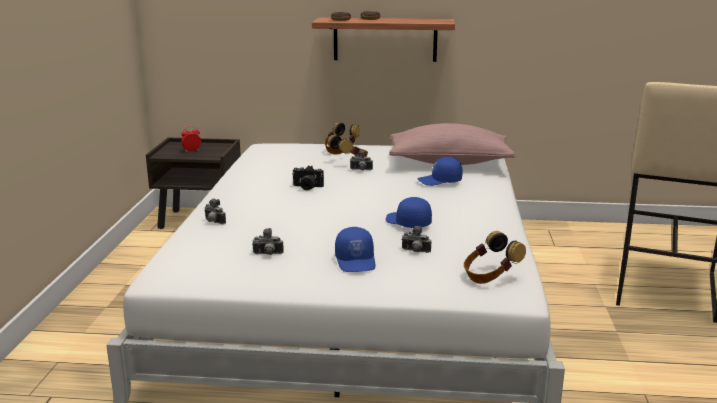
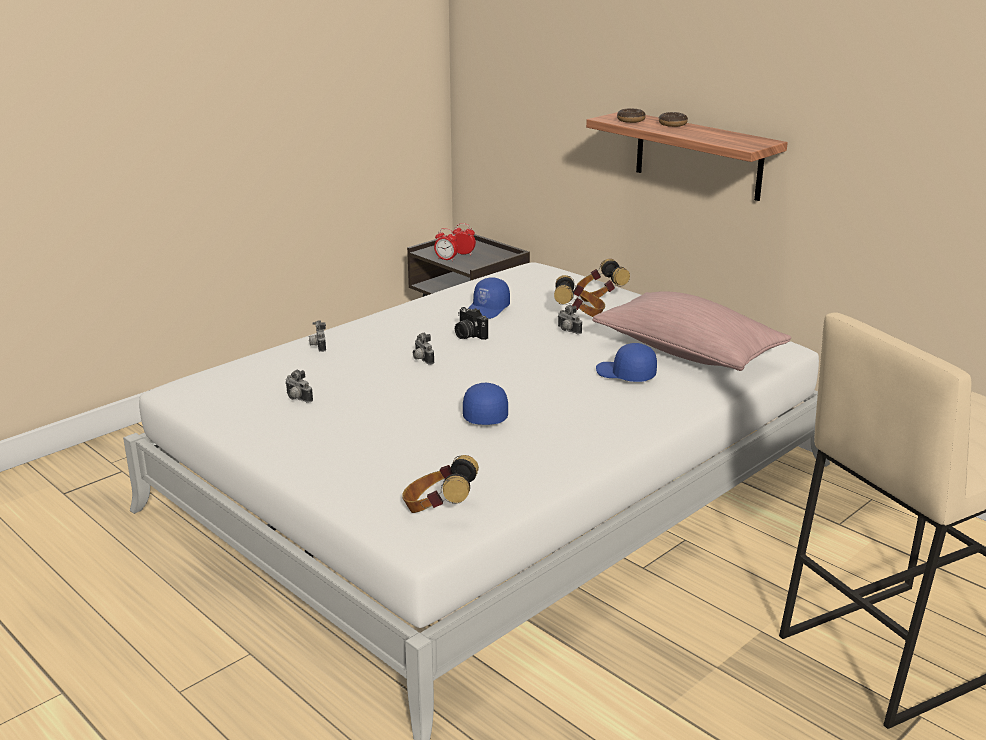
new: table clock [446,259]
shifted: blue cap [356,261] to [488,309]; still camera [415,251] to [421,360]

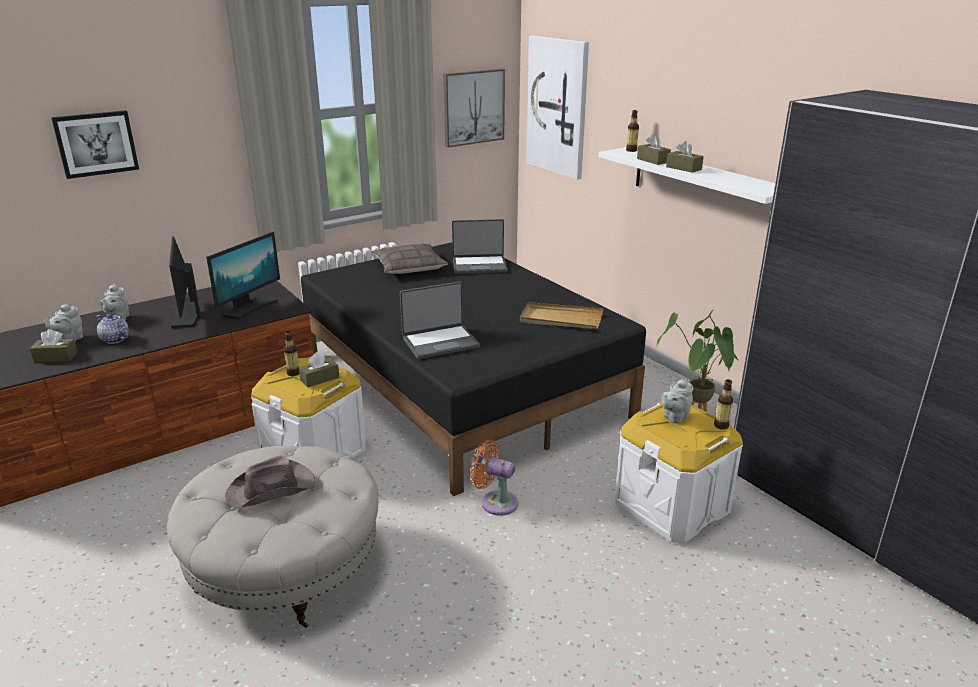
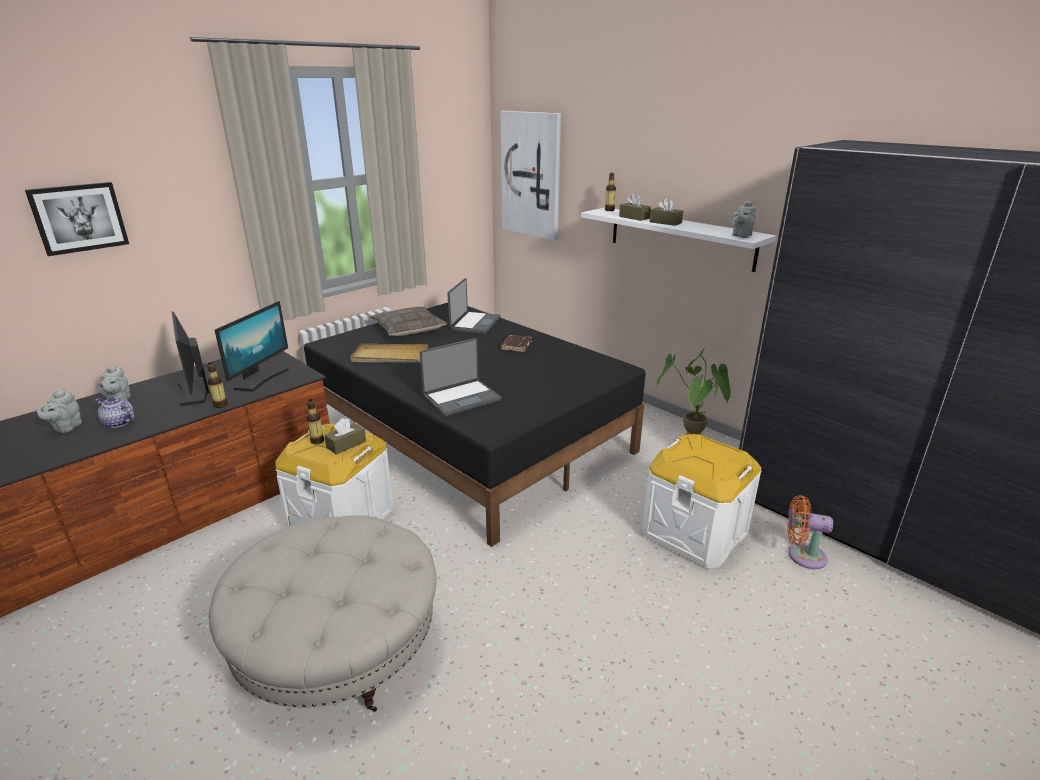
gone: brown tissue box [55,357]; brown hat [272,489]; wall art [473,107]
new: brown bound book [516,346]
shifted: orange-coloured fan [495,502] to [802,555]; beige carrying tray [561,319] to [389,356]; greyish tea pot [674,417] to [741,236]; bottle [721,426] to [220,405]
rotated: laptop [479,265] = [474,323] 60 degrees counterclockwise

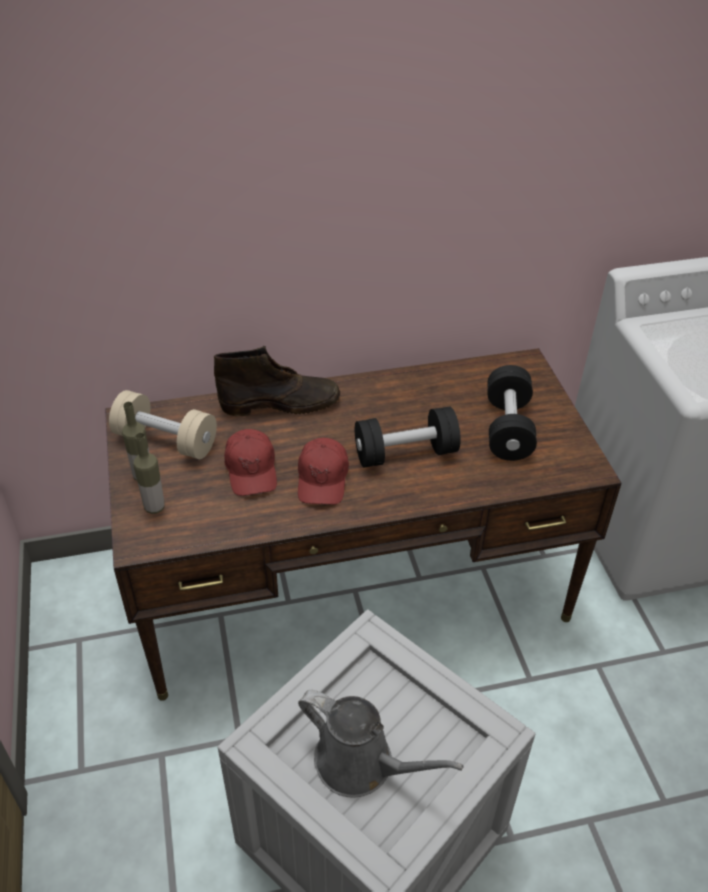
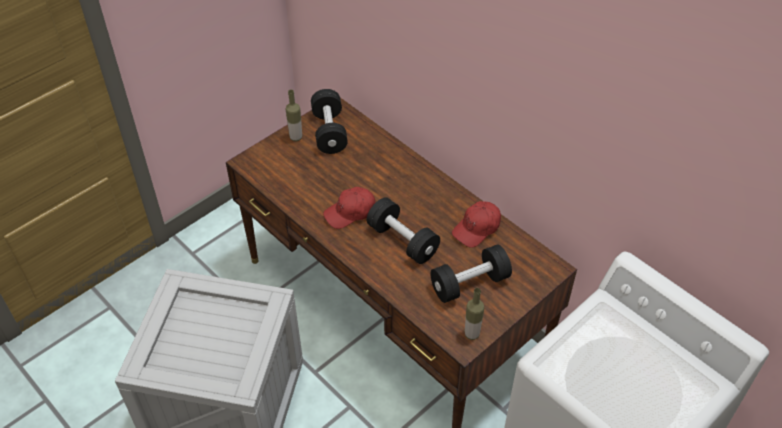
gone: brown high-top boot [281,403]; greyish watering pot [361,764]
shifted: bottle [154,507] to [472,334]; red-coloured cap [251,469] to [477,228]
repainted: beige dumbbell [166,441] to black dumbbell [329,132]

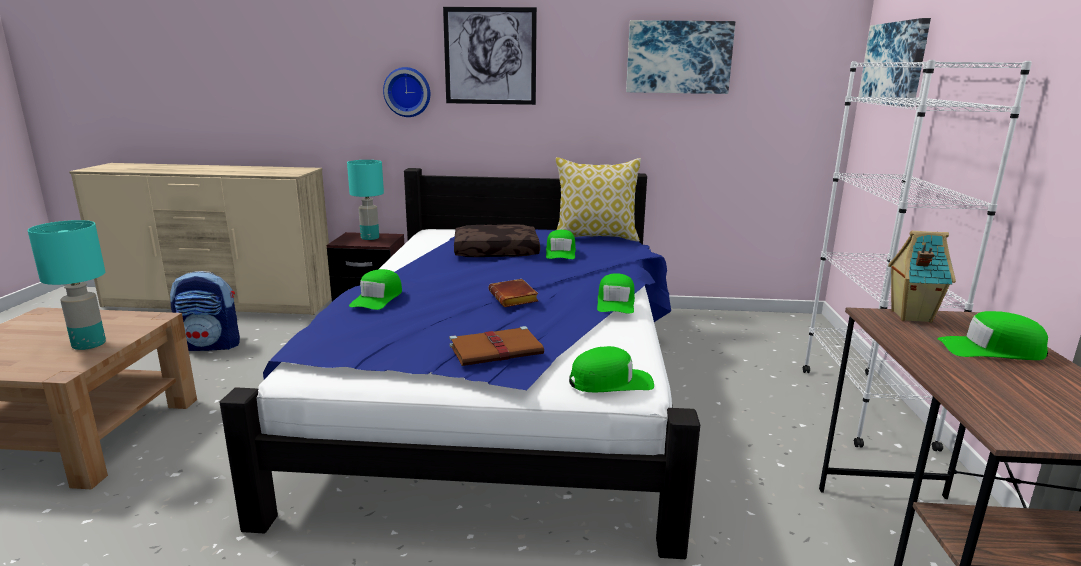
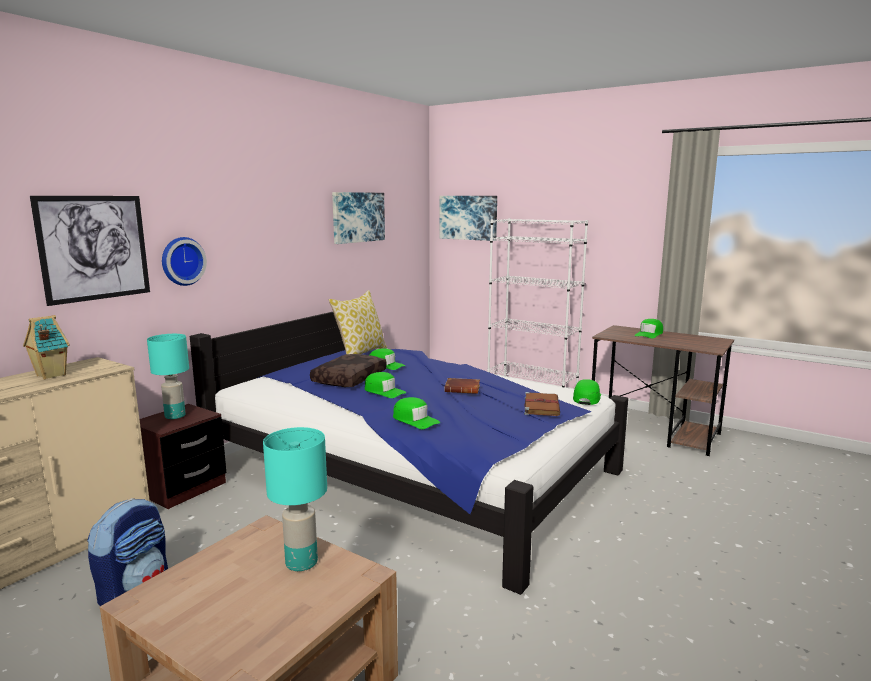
shifted: wall art [490,56] to [94,248]; green-coloured cap [616,302] to [384,391]; toy house [909,316] to [50,375]

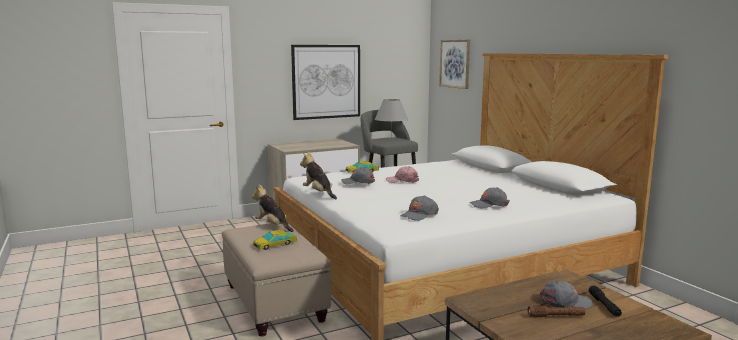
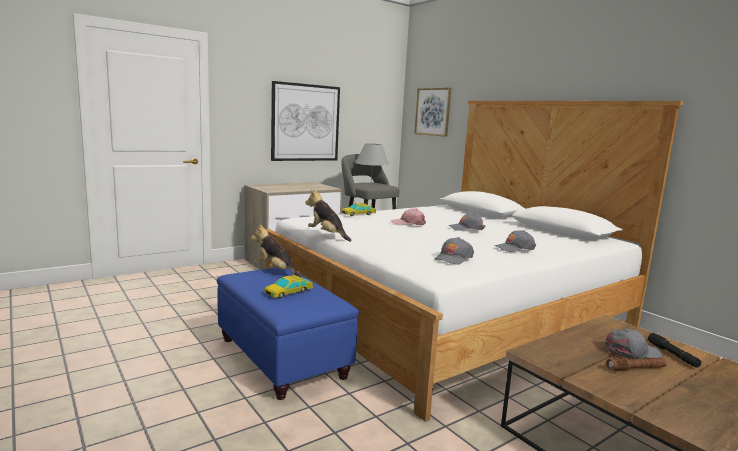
shifted: greyish cap [358,182] to [466,228]
repainted: beige footrest [274,303] to blue footrest [282,358]

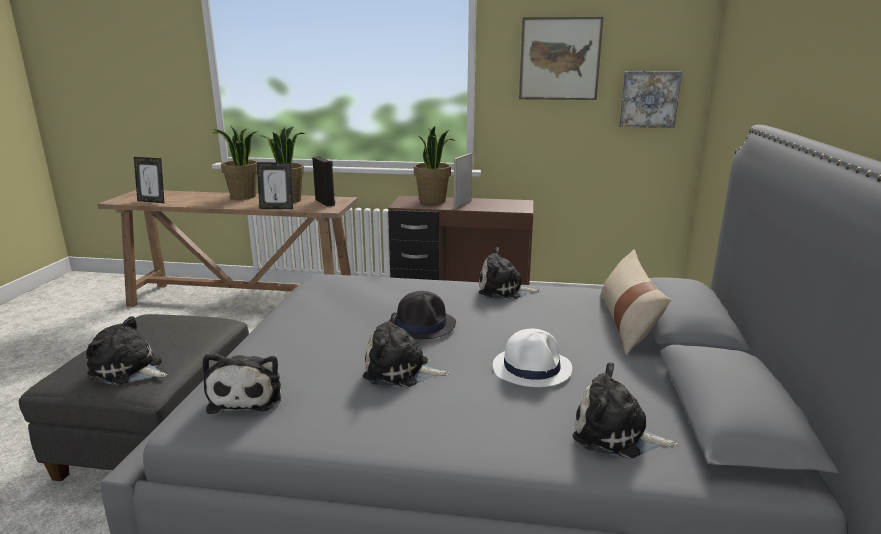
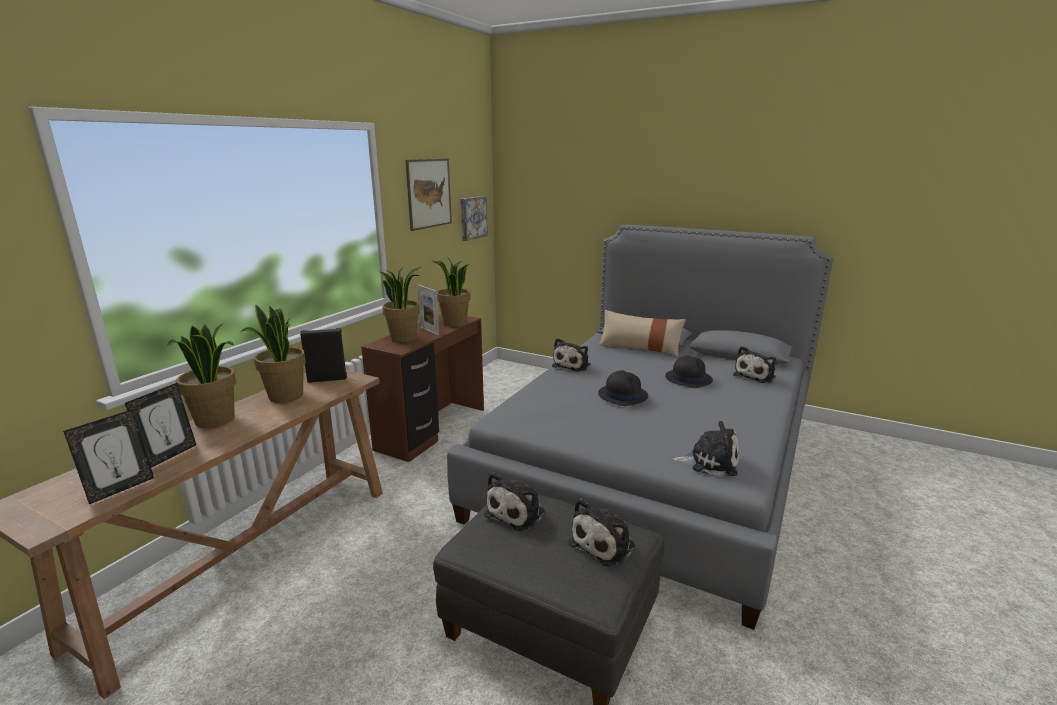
new: houseplant [454,323]
shifted: photo frame [277,208] to [170,455]; cuddly toy [401,371] to [517,512]
repainted: whitish hat [532,368] to black hat [688,378]

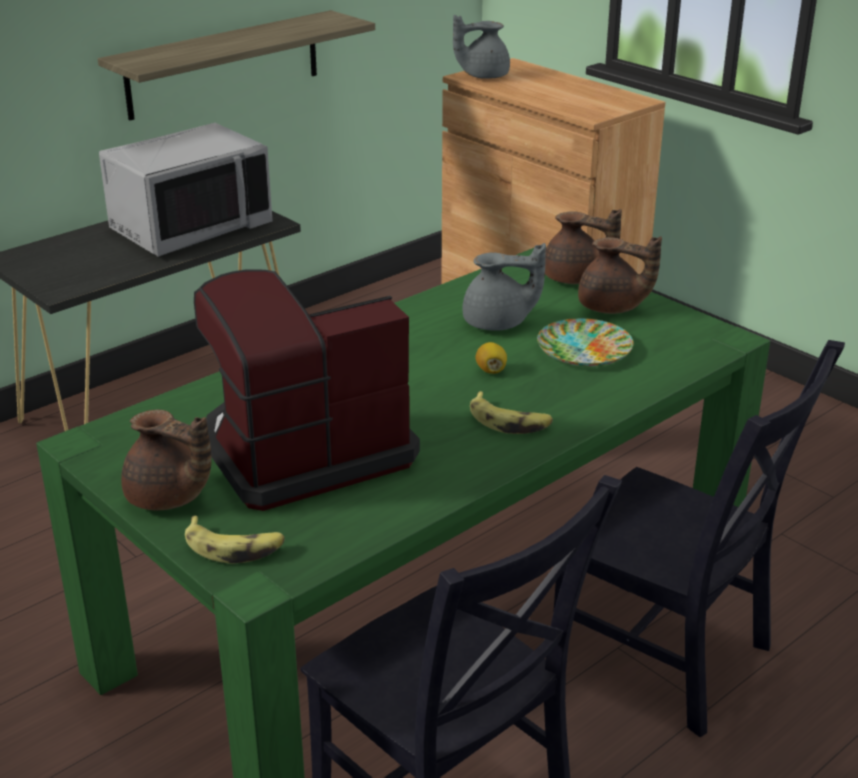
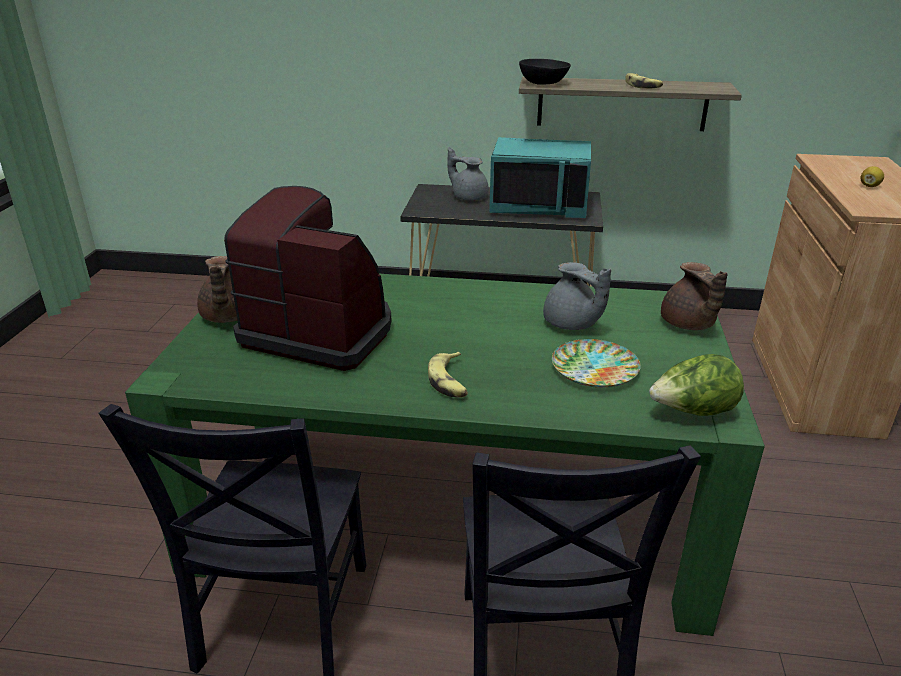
gone: brown tea pot [612,308]
new: black deep dish [543,83]; lettuce head [692,412]
shifted: whole banana [234,547] to [642,85]; greyish tea pot [483,75] to [469,197]; citrus fruit [491,370] to [869,186]
repainted: greyish microwave [190,227] to turquoise microwave [539,206]

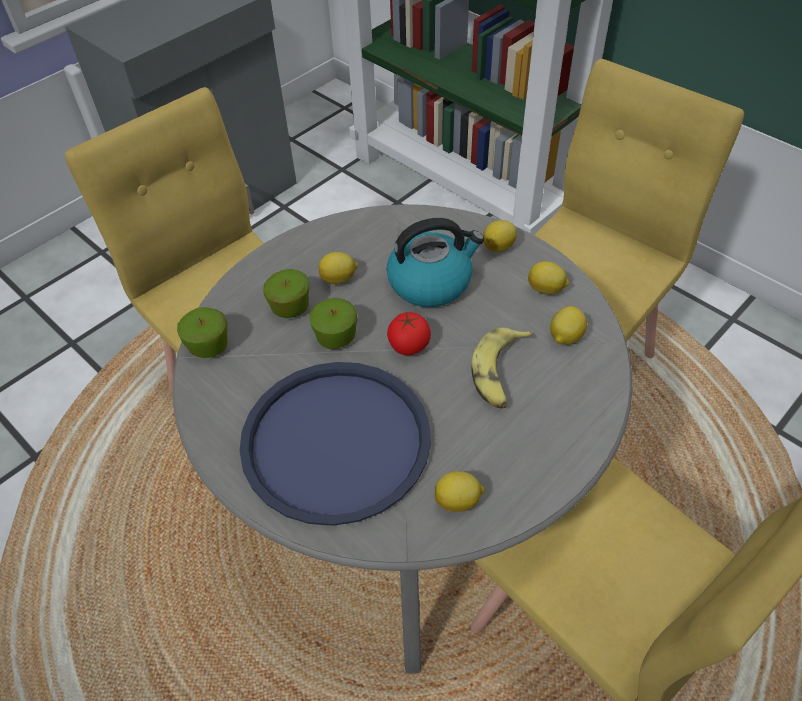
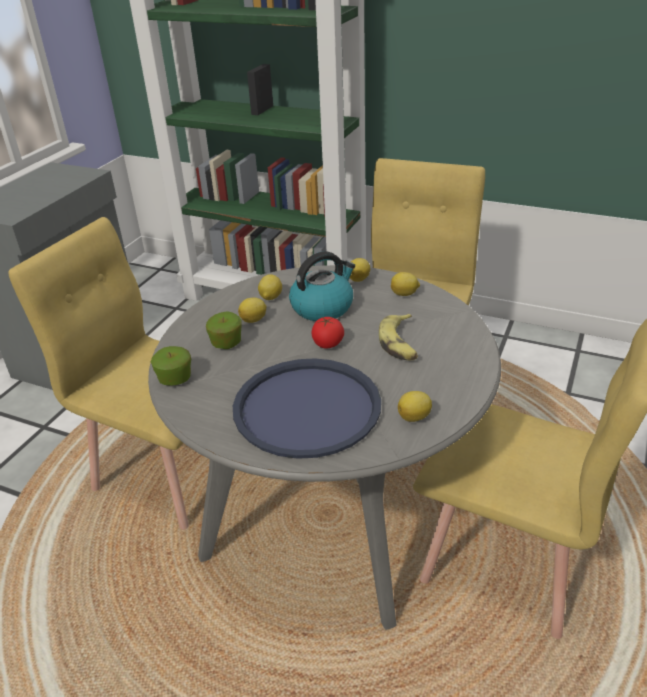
gone: whole apple [336,337]
shifted: citrus fruit [565,337] to [270,297]

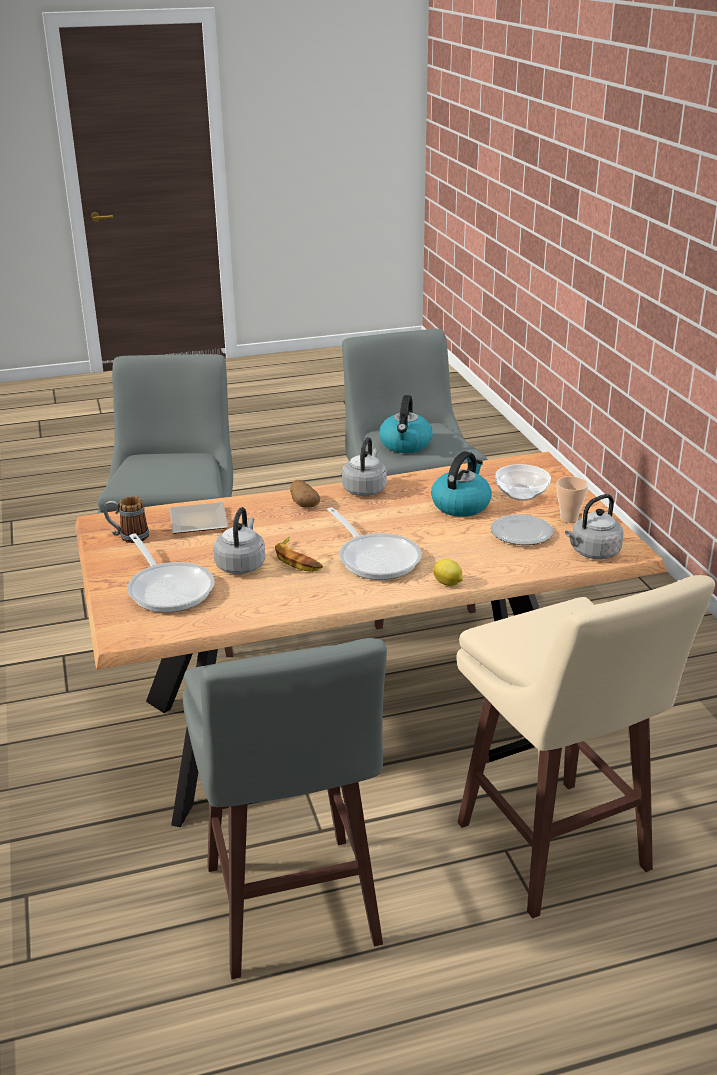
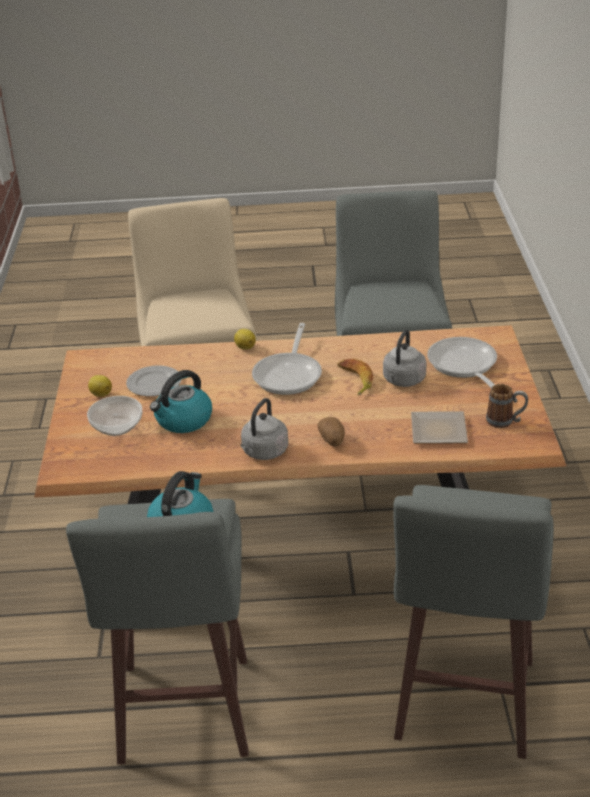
gone: greyish water kettle [593,552]
swapped: drinking cup [569,518] to citrus fruit [100,394]
rotated: skillet [376,558] = [289,374] 150 degrees counterclockwise

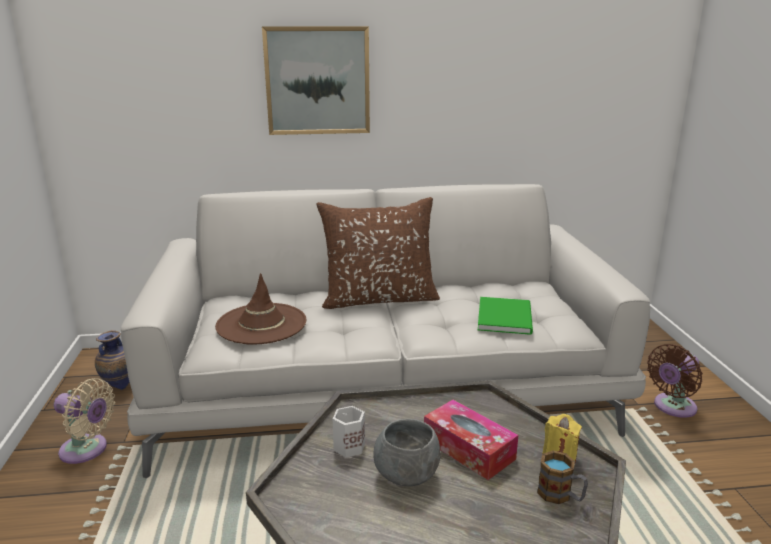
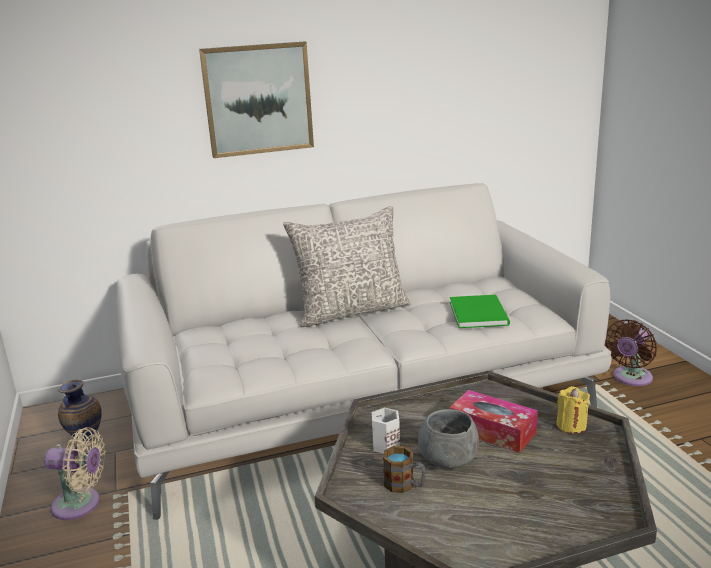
gone: brown hat [261,324]
shifted: tea mug [560,495] to [405,485]
repainted: brown cushion [379,298] to greyish cushion [351,311]

